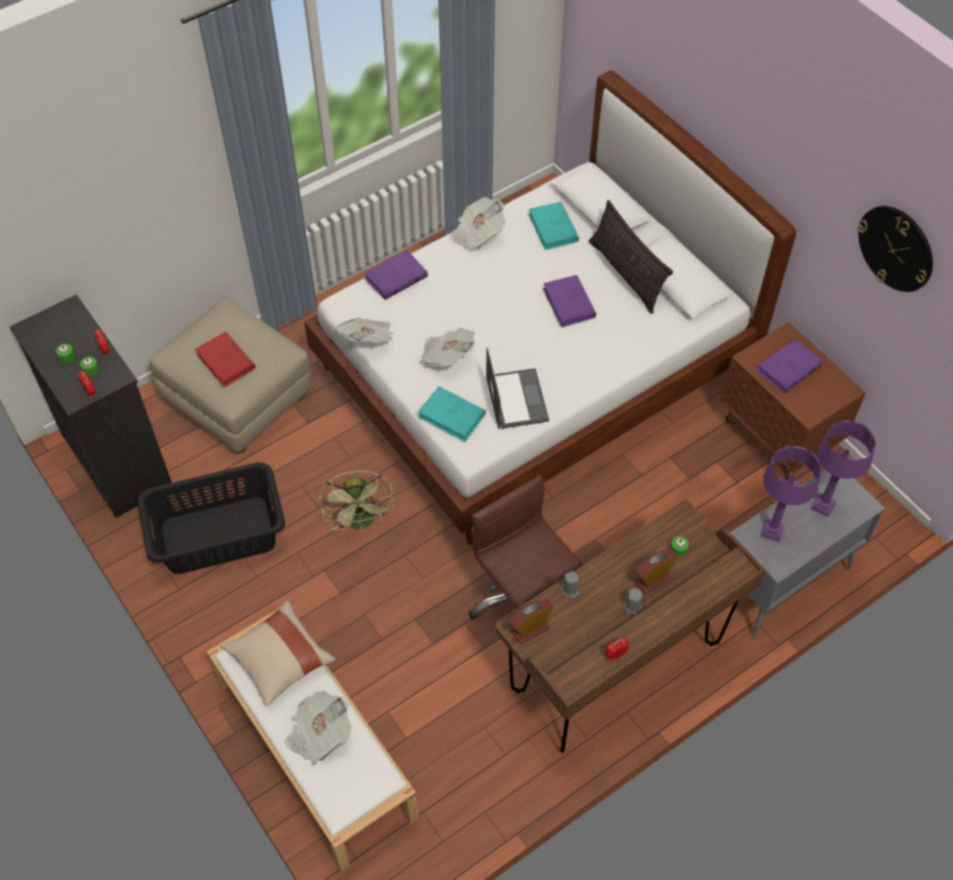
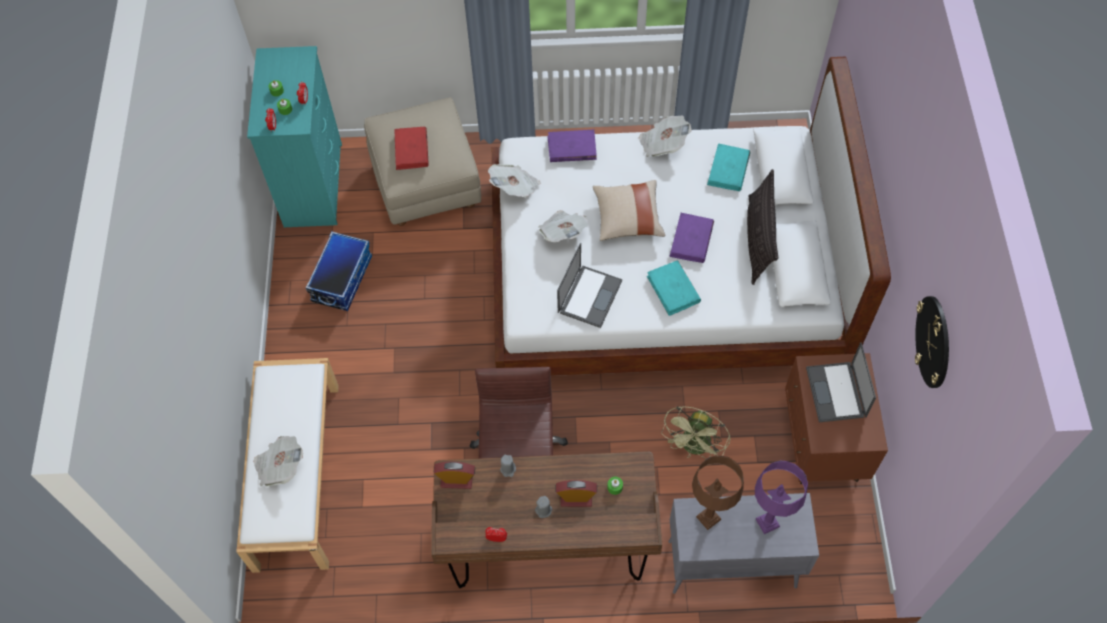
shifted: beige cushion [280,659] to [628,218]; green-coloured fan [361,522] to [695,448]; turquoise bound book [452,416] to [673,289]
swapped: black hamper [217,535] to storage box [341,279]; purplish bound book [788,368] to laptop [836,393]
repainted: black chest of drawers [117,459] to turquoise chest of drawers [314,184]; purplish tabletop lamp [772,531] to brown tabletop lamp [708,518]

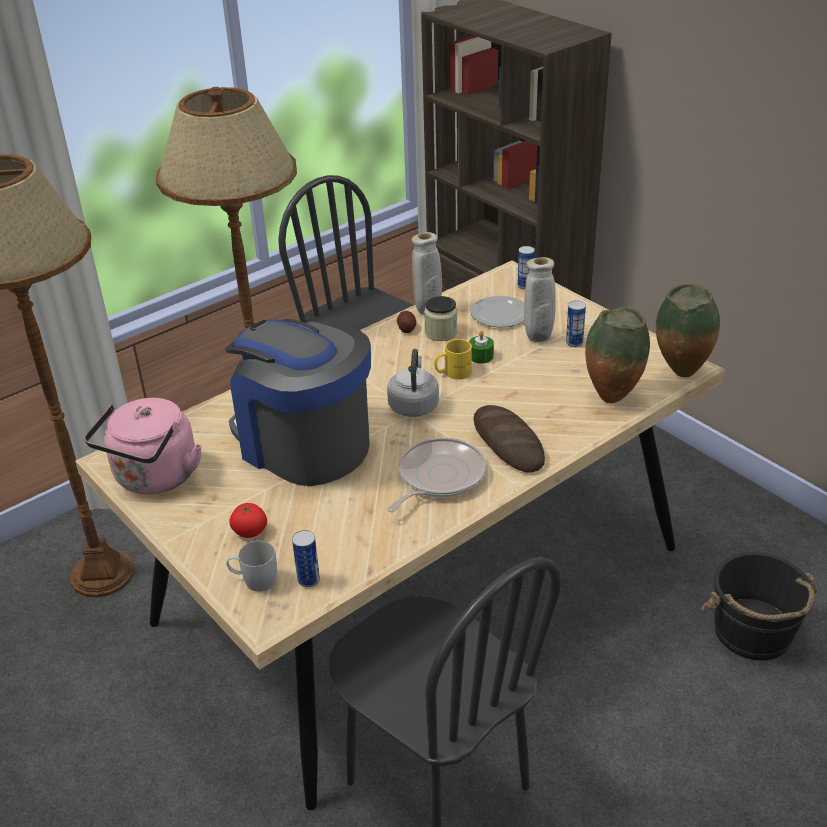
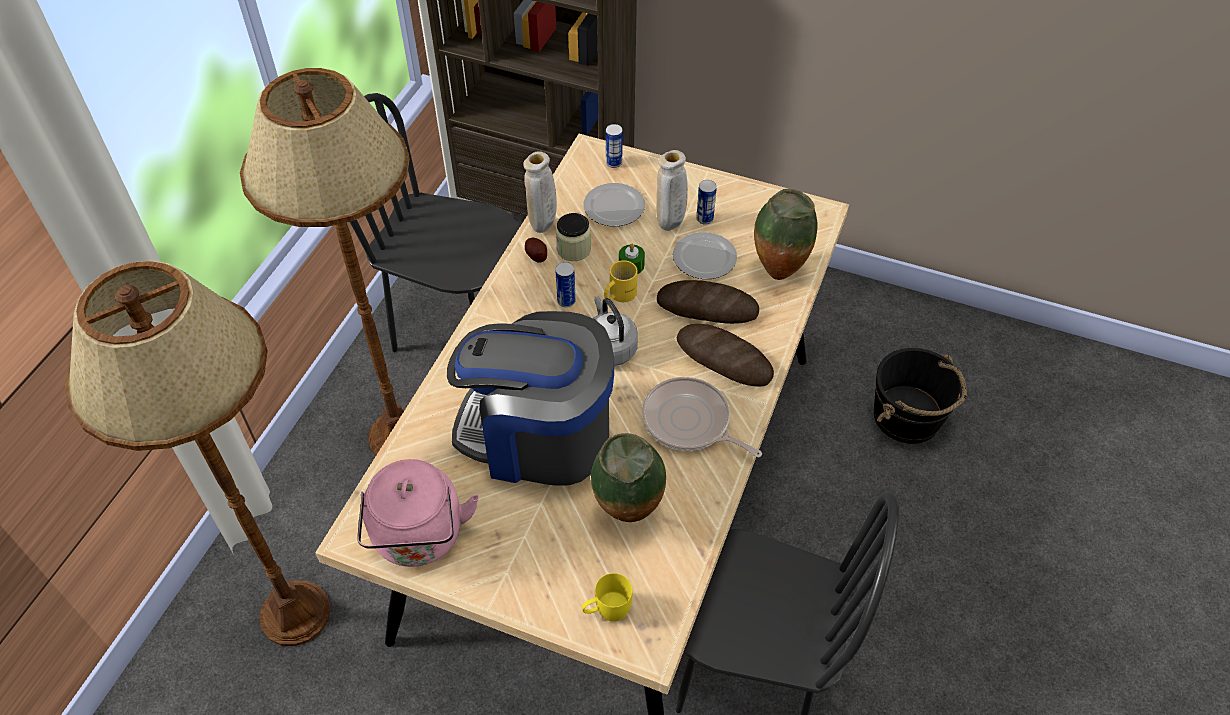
gone: whole tomato [250,531]
new: bakery bread [707,307]; dinner plate [705,257]
shifted: sealed can [308,580] to [566,301]; decorative vase [681,374] to [628,515]
repainted: whitish tea mug [254,580] to yellow-coloured tea mug [606,610]
rotated: skillet [438,477] = [689,422] 60 degrees counterclockwise

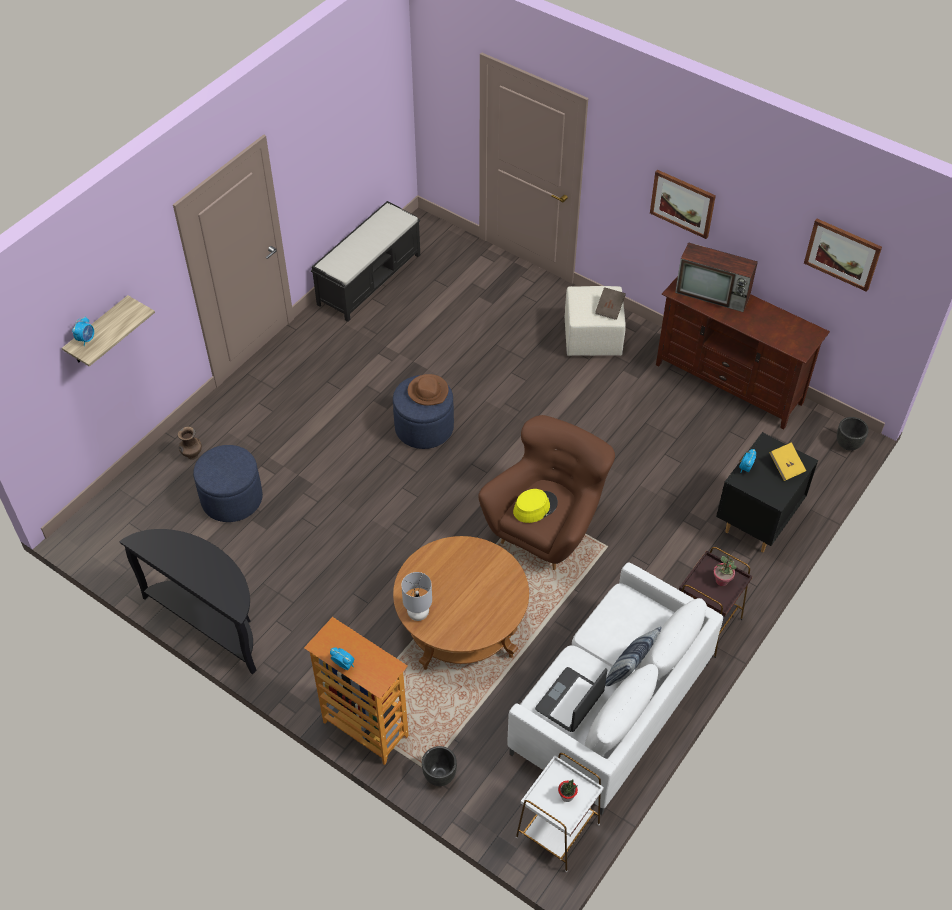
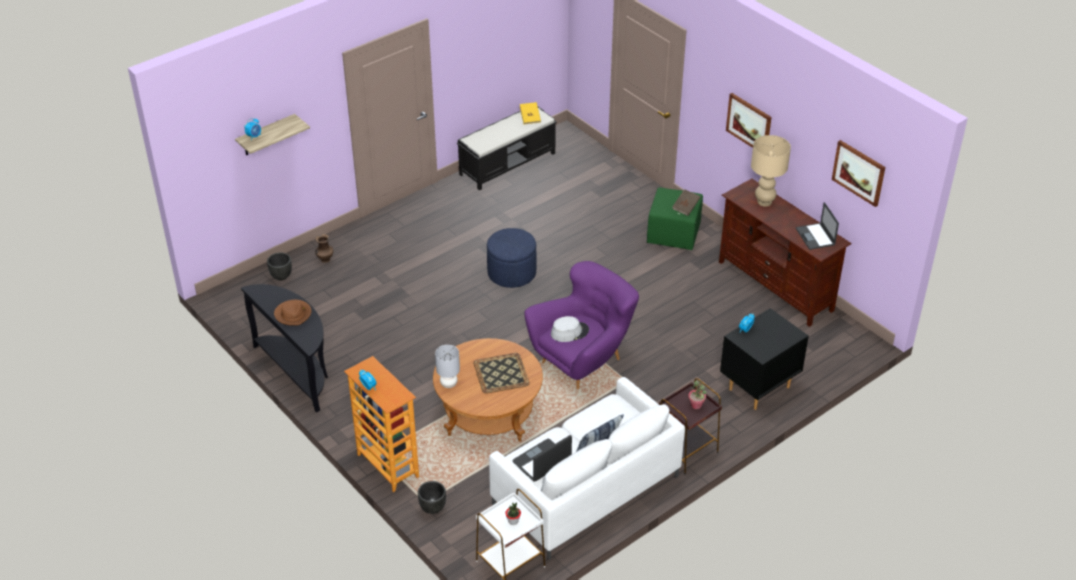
gone: blue footrest [232,498]
new: carrying tray [501,373]; laptop [815,237]
shifted: brown hat [428,391] to [293,314]; yellow-coloured bound book [786,467] to [530,118]; black plant pot [848,444] to [281,276]
swapped: TV [714,294] to beige tabletop lamp [764,202]
repainted: brown lounge chair [547,529] to purplish lounge chair [583,360]; yellow-coloured hat [535,507] to greyish hat [569,332]; beige footrest [593,338] to green-coloured footrest [673,235]

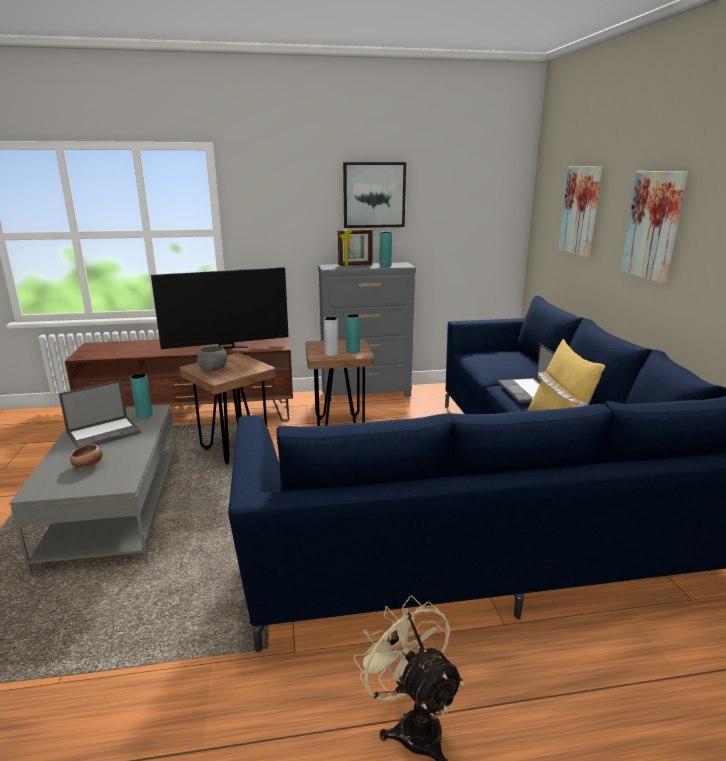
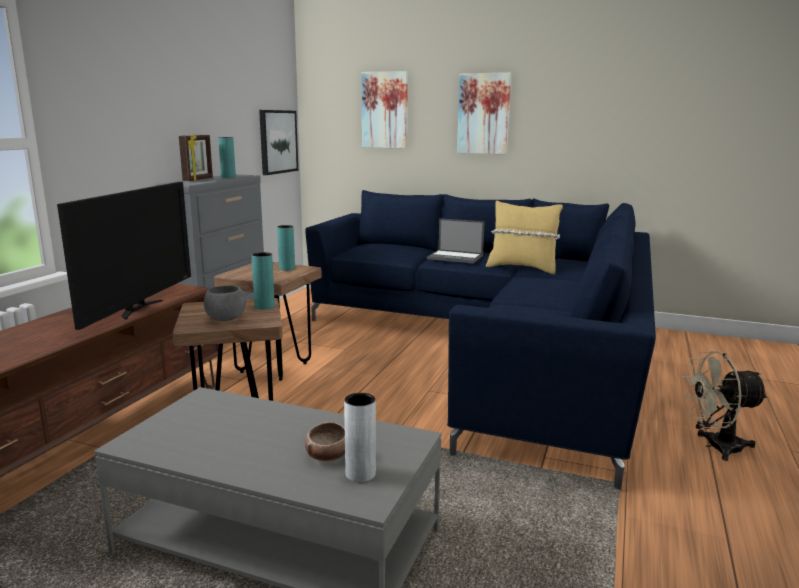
gone: laptop [104,433]
shifted: turquoise decorative vase [144,415] to [264,306]; greyish decorative vase [331,354] to [360,474]; wall art [374,195] to [277,141]

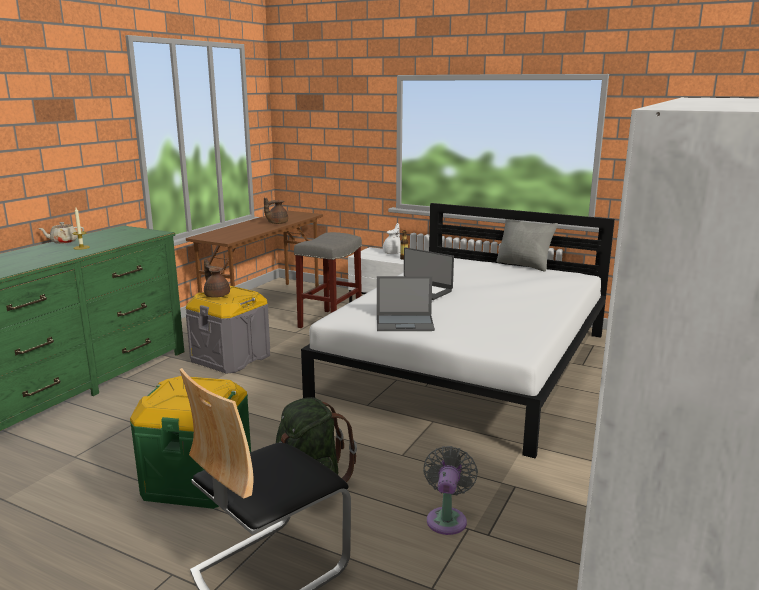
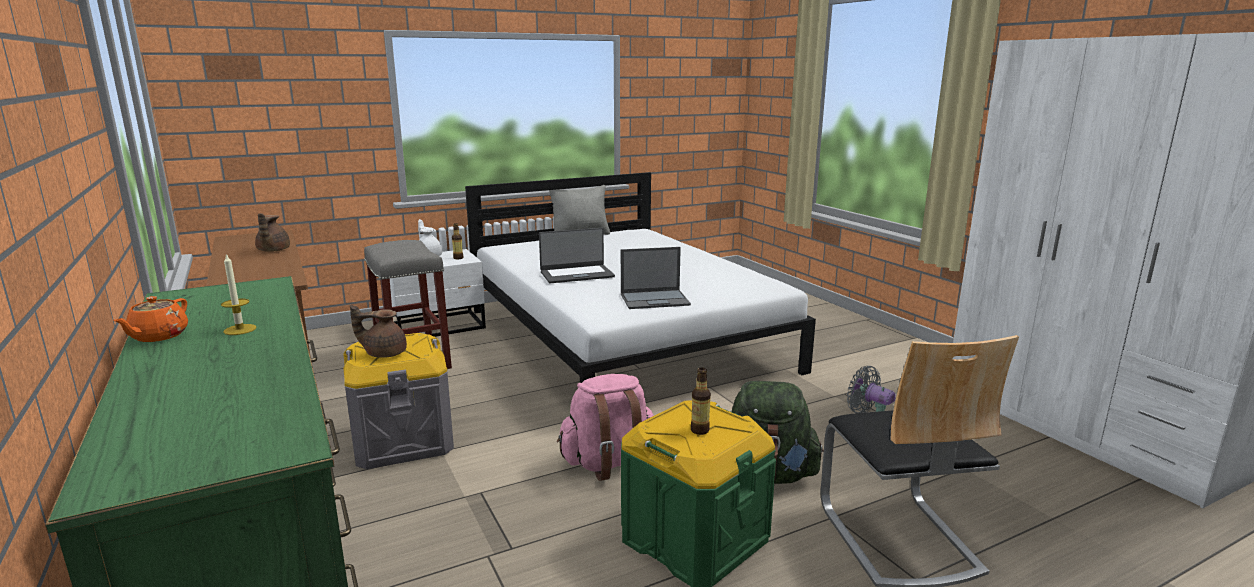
new: pink-coloured backpack [609,463]; bottle [700,430]
repainted: beige tea pot [63,242] to orange-coloured tea pot [158,336]
rotated: laptop [405,323] = [655,299] 45 degrees clockwise

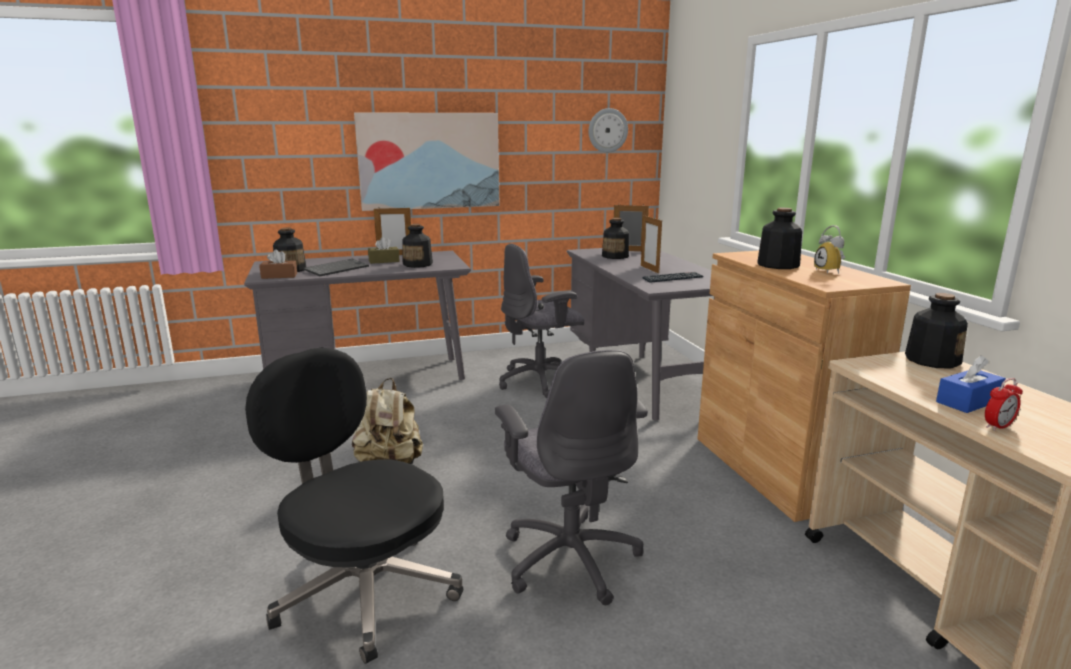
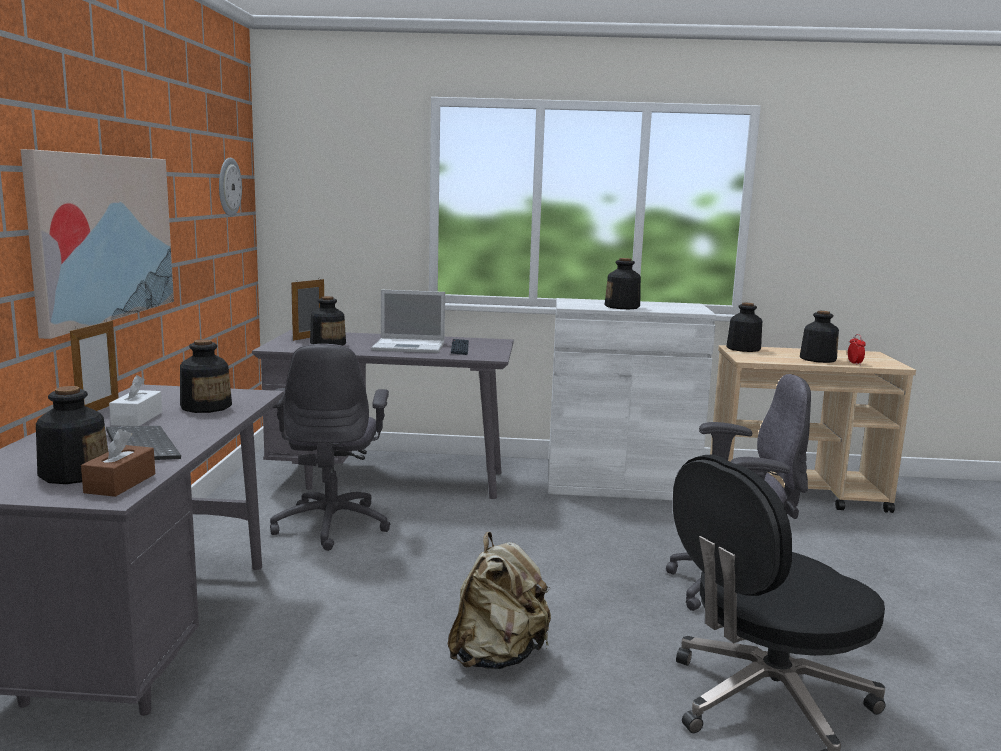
gone: table clock [831,271]
swapped: photo frame [649,269] to laptop [410,346]; blue tissue box [968,401] to bottle [817,359]
repainted: brown tissue box [384,261] to whitish tissue box [137,418]; brown cupboard [776,469] to whitish cupboard [620,484]

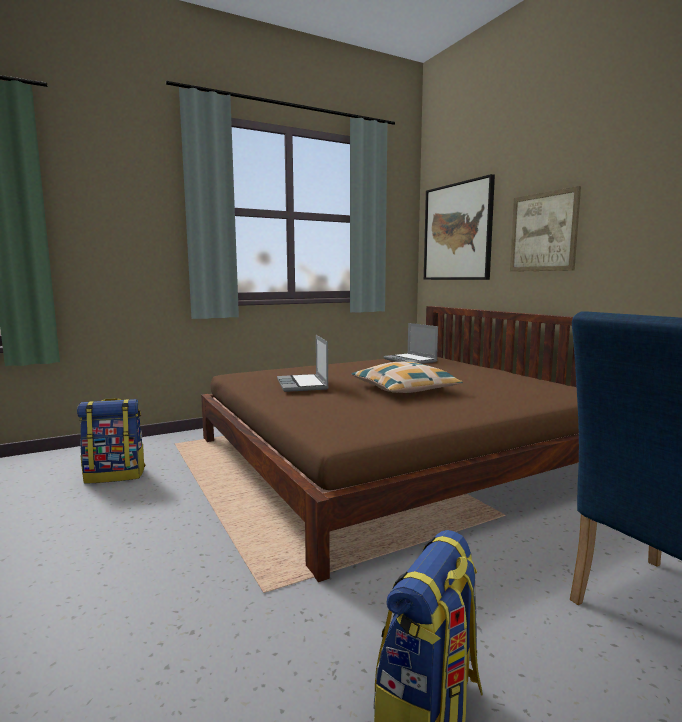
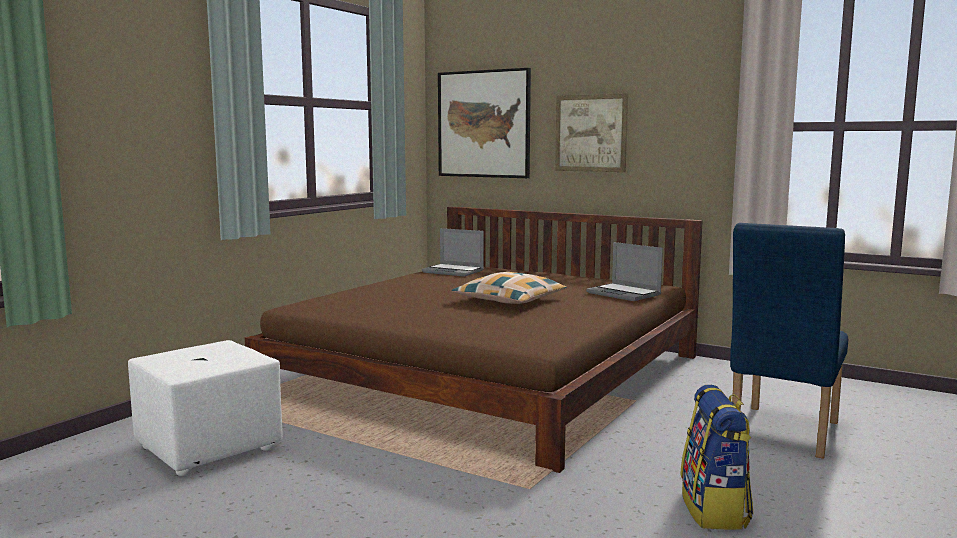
shifted: laptop [303,384] to [625,294]
swapped: backpack [116,475] to whitish footrest [209,447]

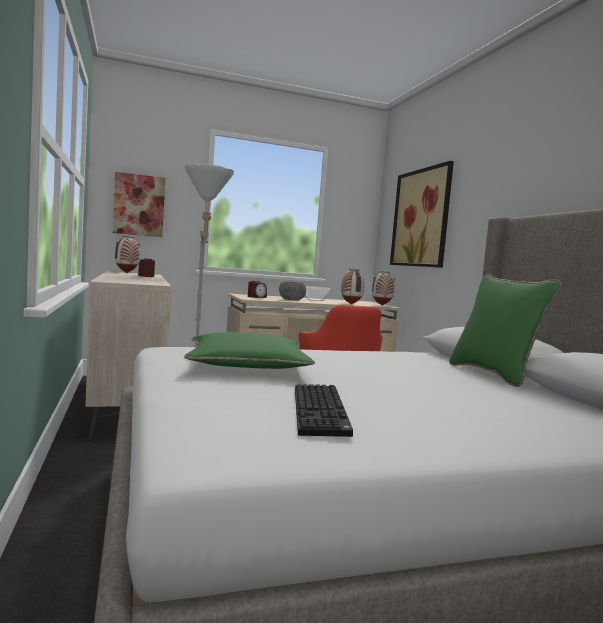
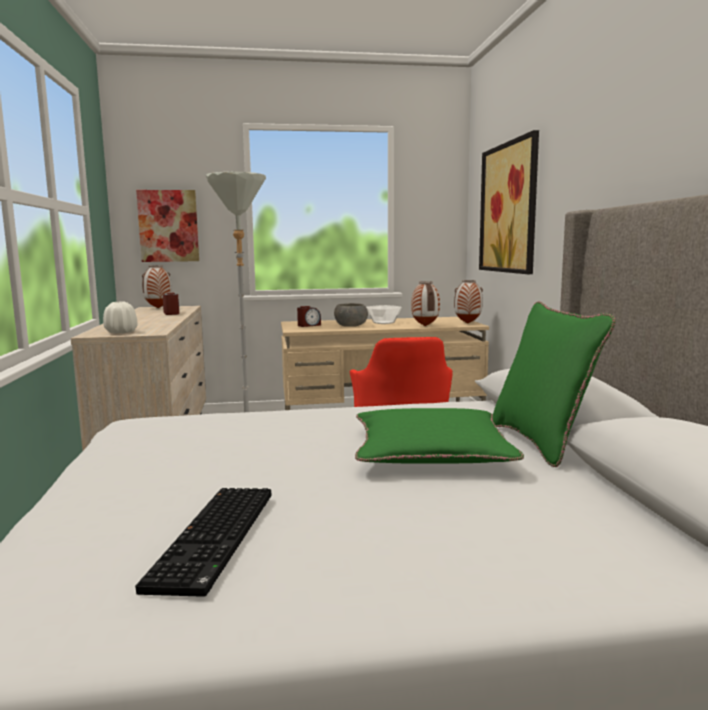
new: whitish decorative vase [121,332]
shifted: green-coloured cushion [247,364] to [430,451]

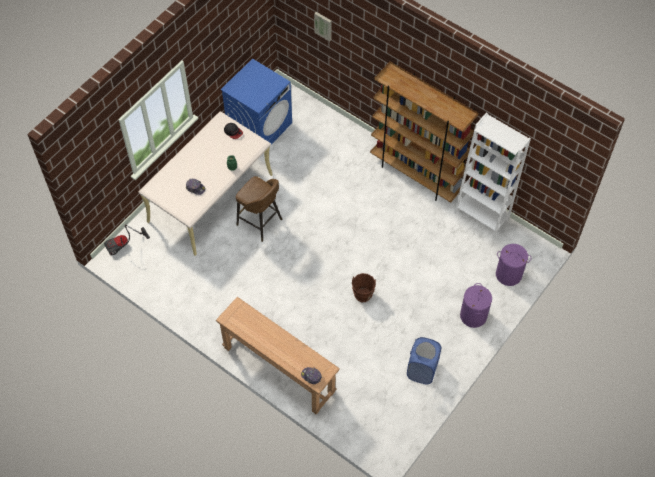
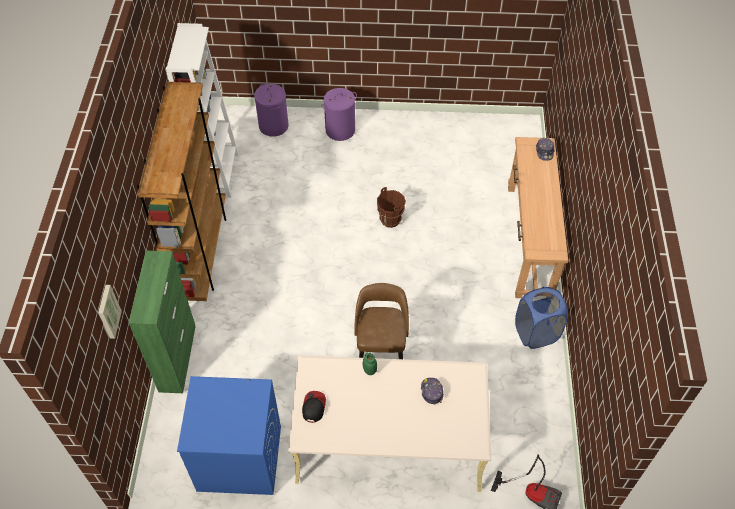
new: green-coloured cupboard [177,357]
shifted: blue hamper [422,370] to [536,333]

